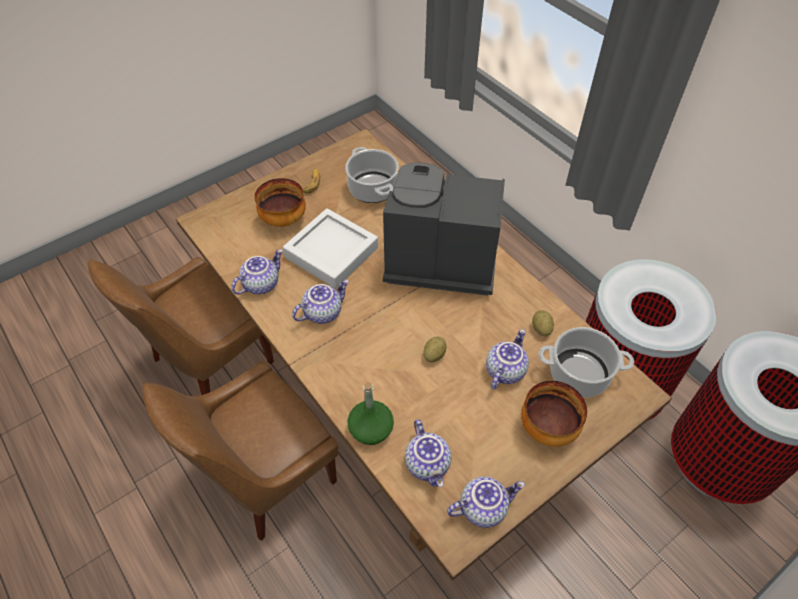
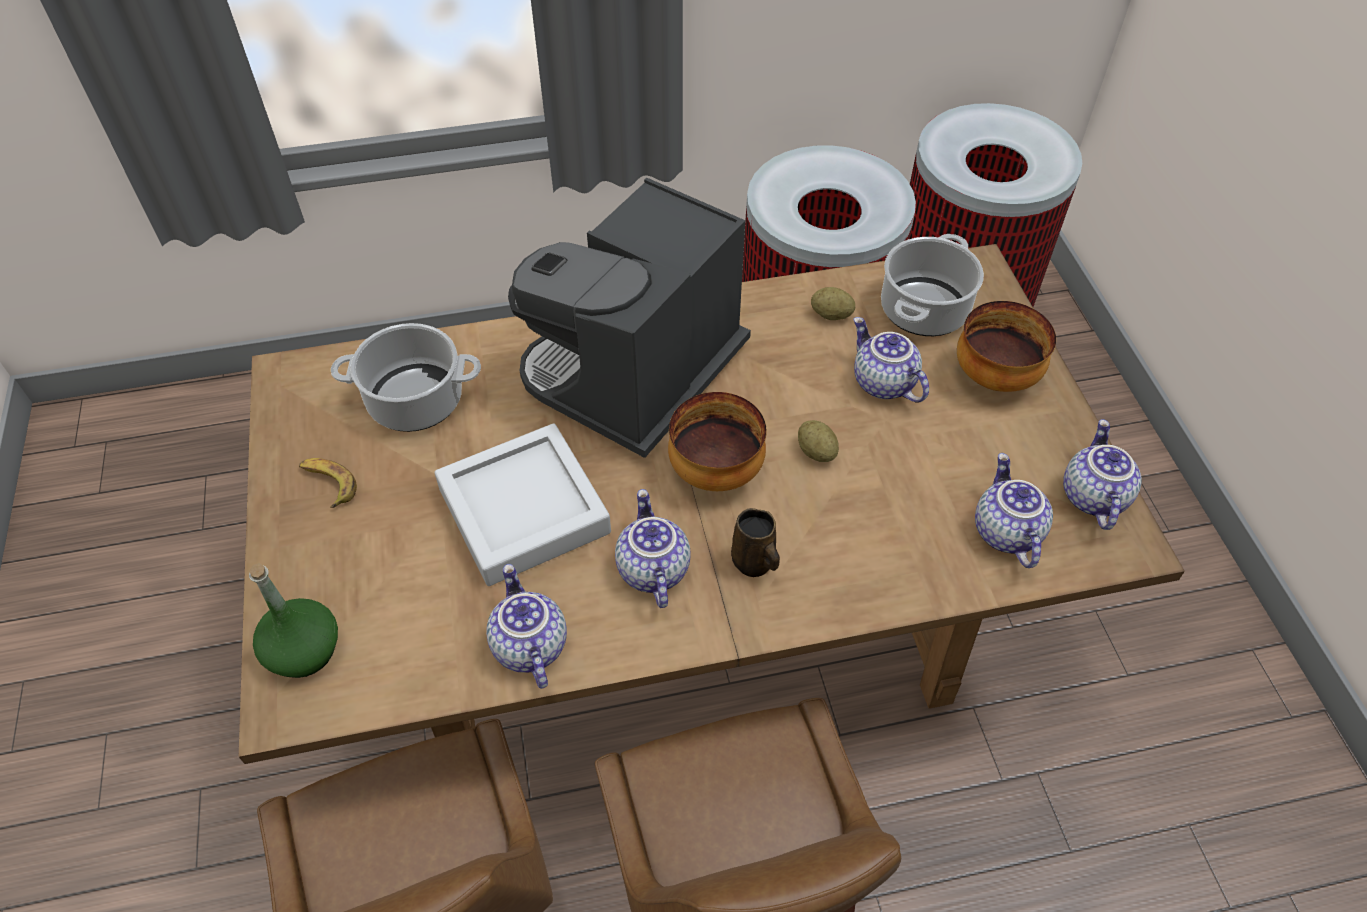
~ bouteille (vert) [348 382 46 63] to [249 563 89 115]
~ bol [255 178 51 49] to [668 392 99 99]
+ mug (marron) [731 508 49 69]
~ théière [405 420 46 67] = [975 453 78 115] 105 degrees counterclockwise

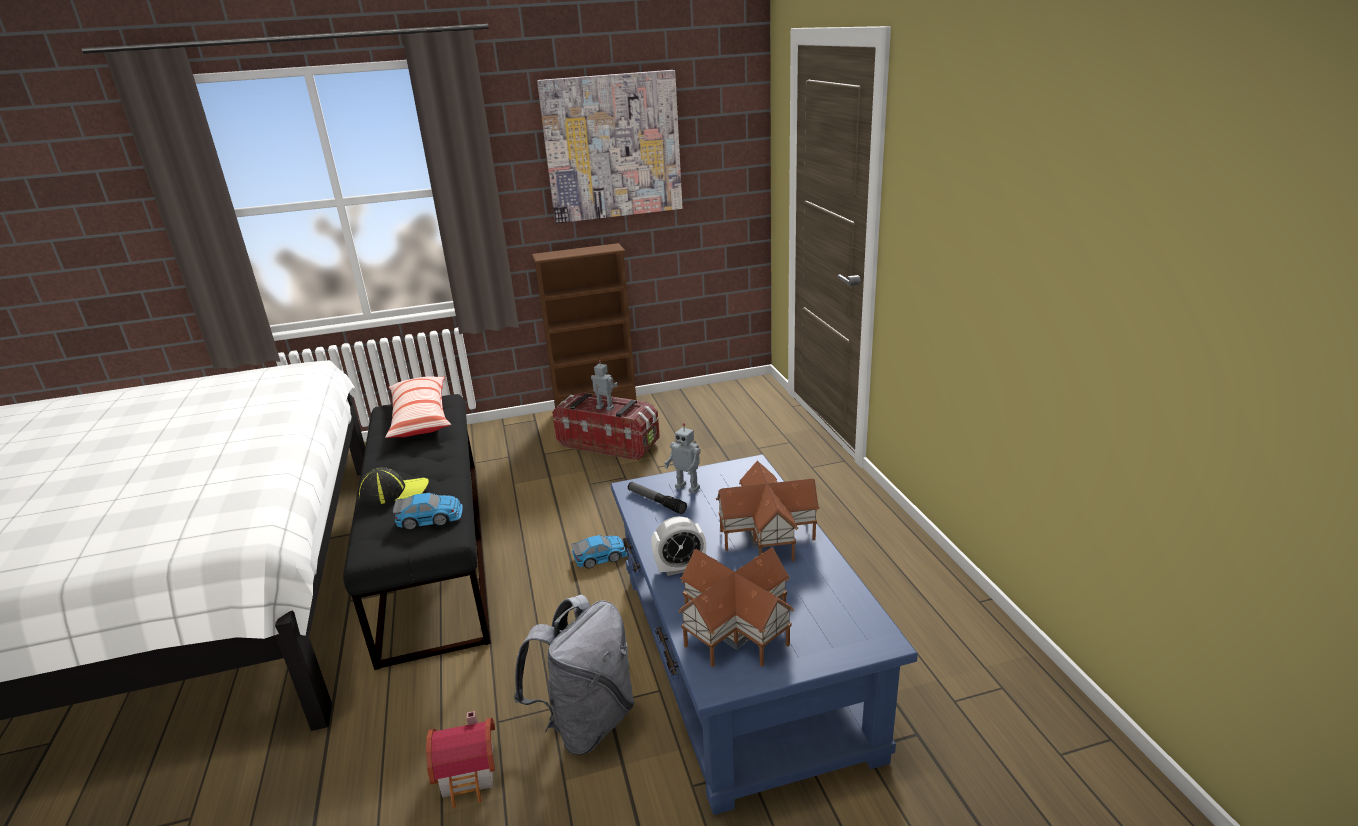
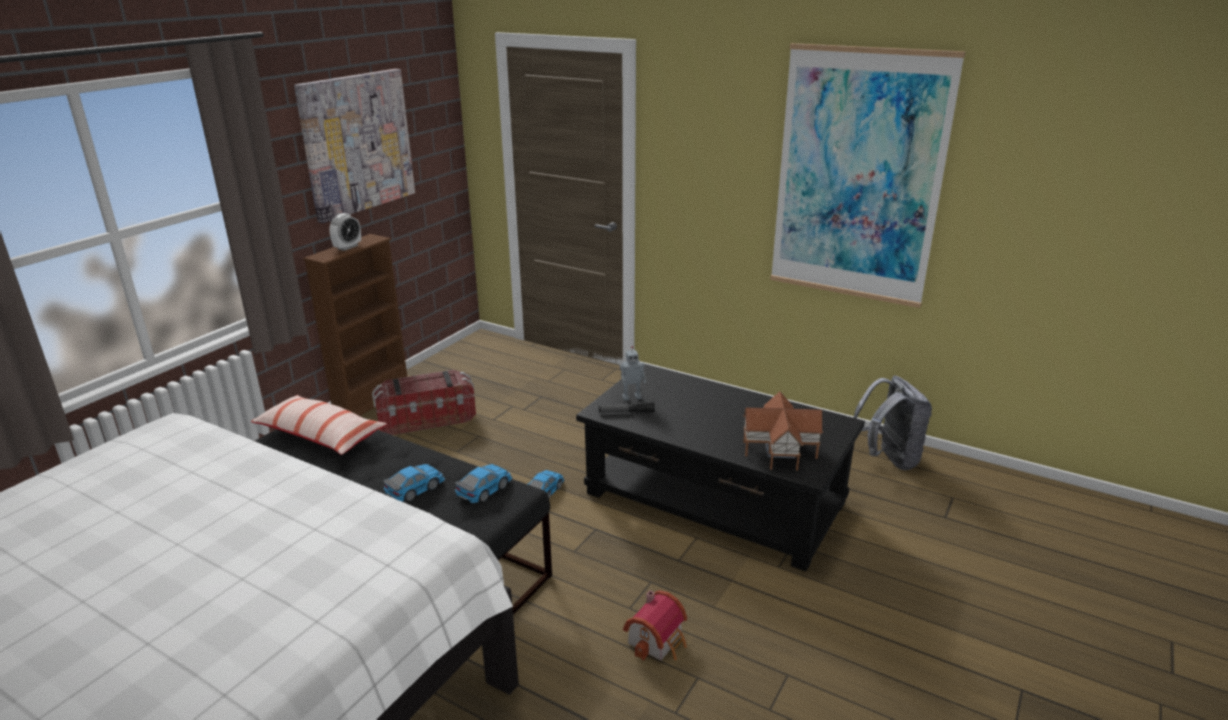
~ réveil [651 516 55 60] to [329 213 32 38]
~ casquette [359 467 70 39] to petite voiture [383 464 62 38]
~ table basse (bleu) [611 454 307 361] to table basse (noir) [576 364 289 207]
+ tableau [770 43 196 265]
~ sac à dos (gris) [514 594 121 161] to [854 376 78 94]
- robot jouet [591 360 27 51]
- maison miniature [716 461 104 100]

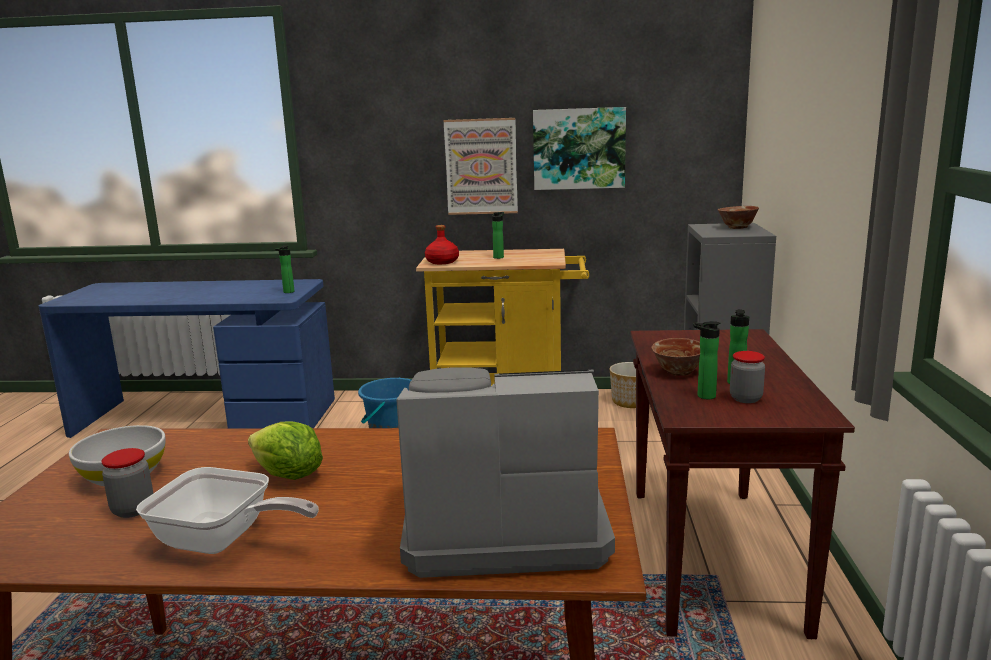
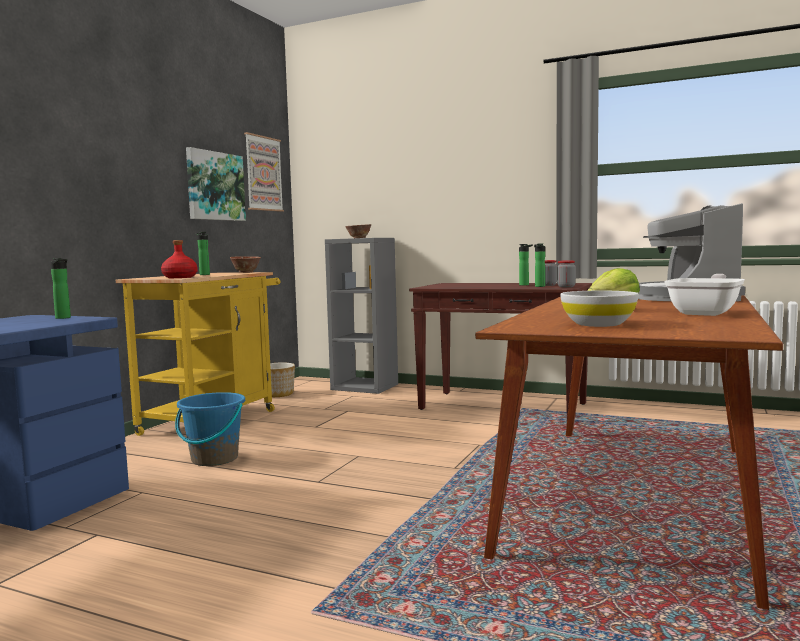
~ bol [652 338 48 38] to [230 256 31 17]
~ tableau [443 118 75 97] to [244 132 40 80]
~ bocal [102 448 51 70] to [557 260 19 27]

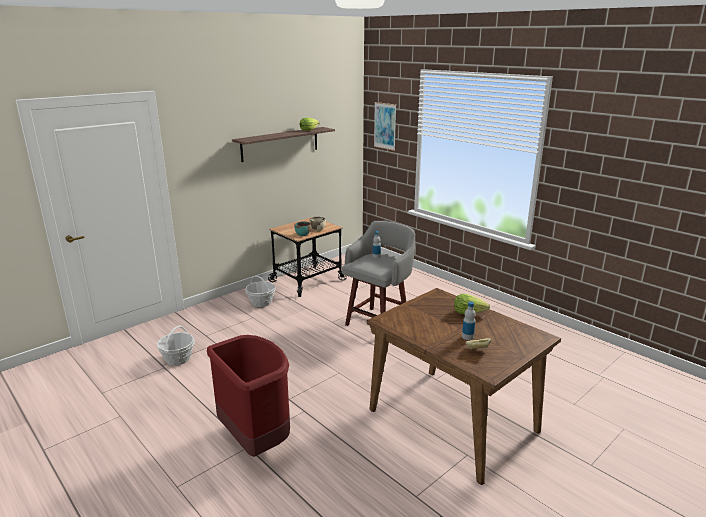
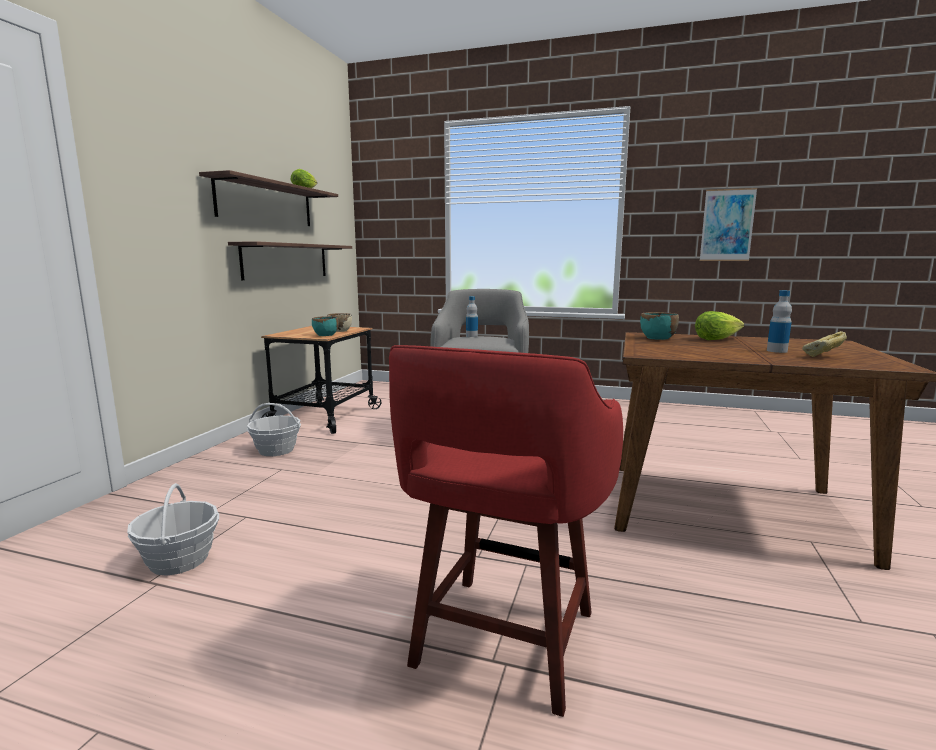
+ étagère [228 241 124 39]
~ poubelle (rouge) [207 335 83 122] to tabouret (rouge) [389 345 234 372]
+ bol (turquoise) [640 312 39 28]
~ tableau [374 102 22 49] to [700 188 57 73]

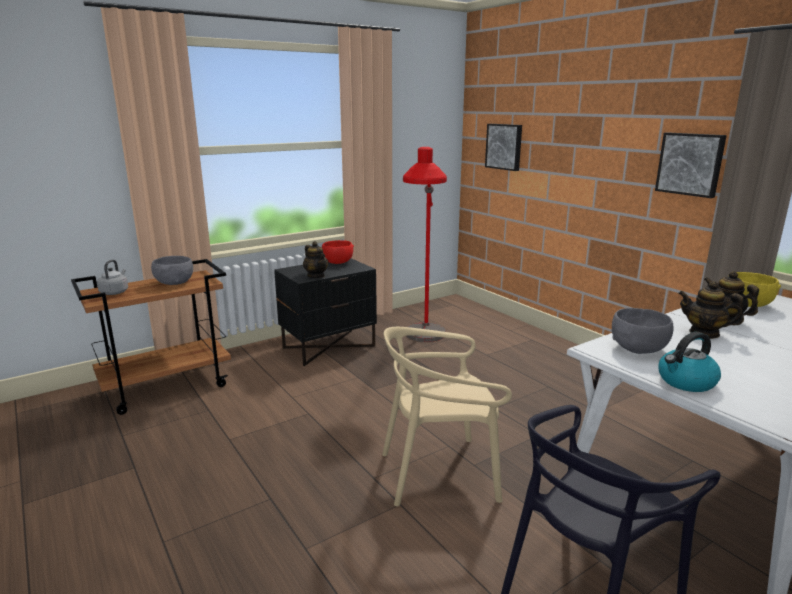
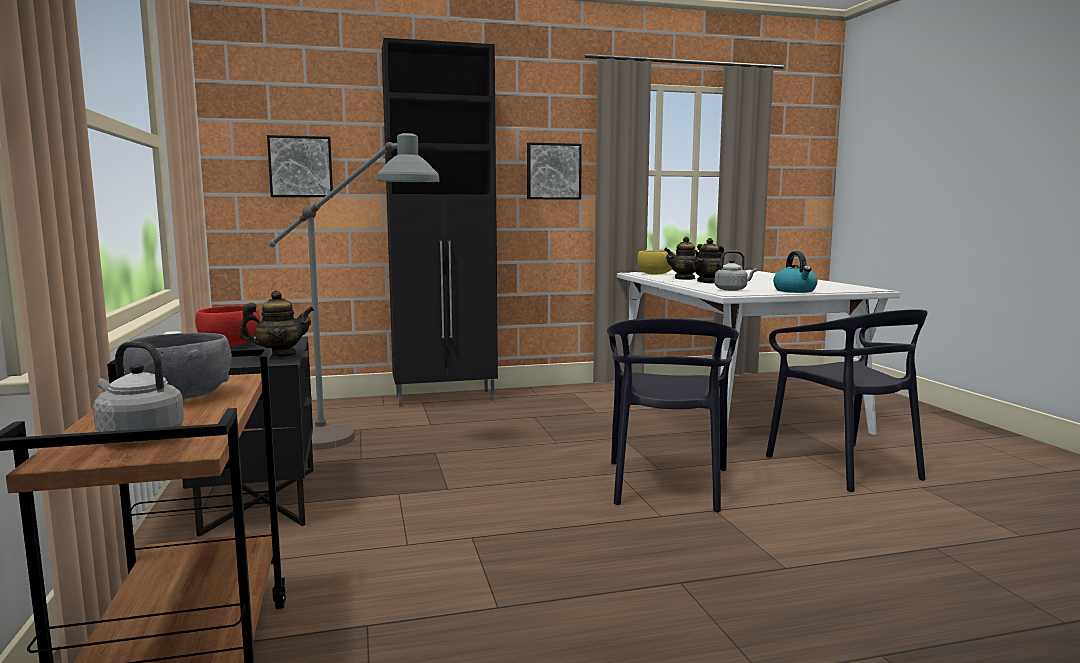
~ lampadaire (rouge) [403 147 44 195] to lampadaire (gris) [269 133 170 317]
+ meuble de rangement (noir) [382 38 116 369]
~ chaise (beige) [382 327 130 179] to chaise (noir) [607 318 132 195]
~ bol (gris) [612 308 61 46] to bouilloire (gris) [715 251 42 40]

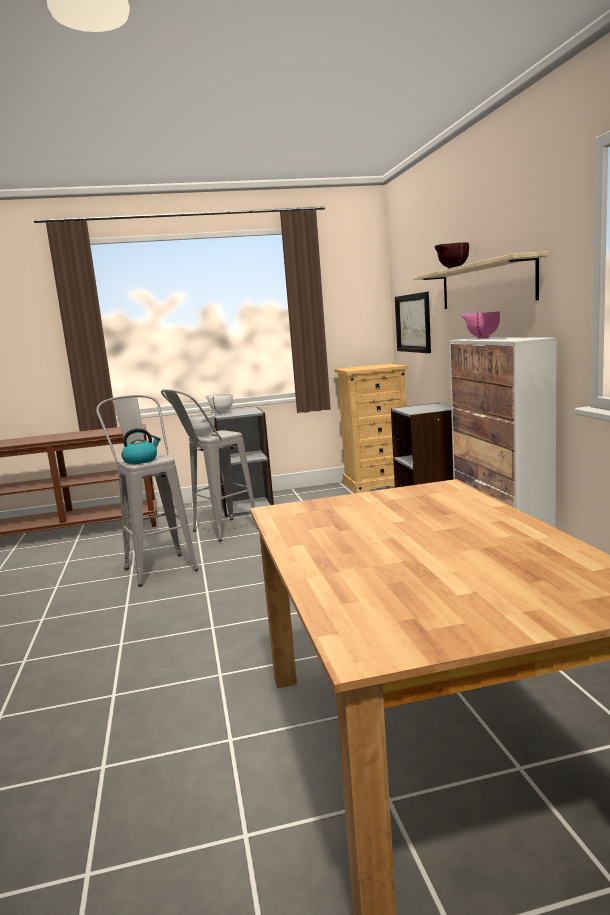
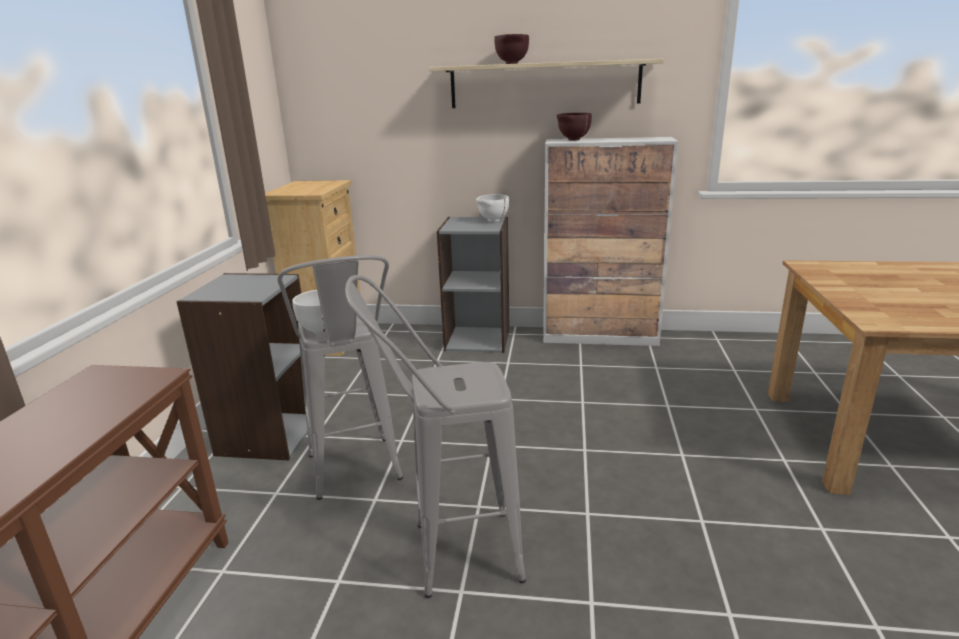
~ bol (blanc) [206 393 27 21] to [476 194 33 28]
~ bol (rose) [461 311 39 28] to bol (marron) [557 113 35 27]
- bouilloire [121 428 40 36]
- tableau [395 292 36 61]

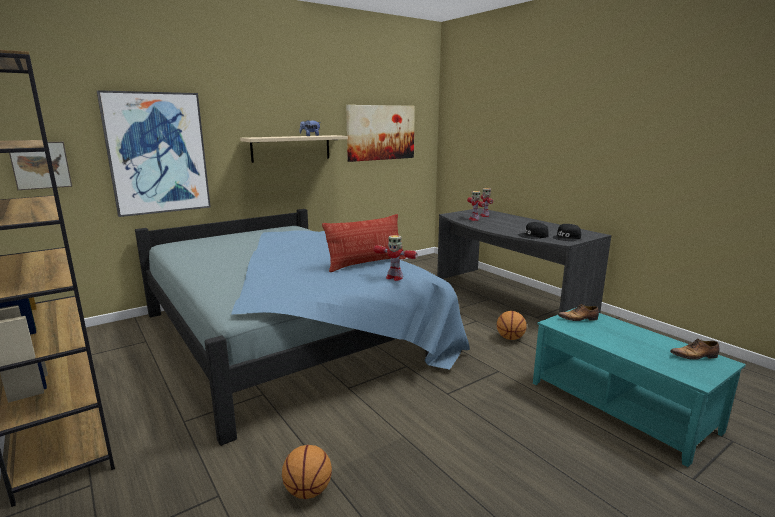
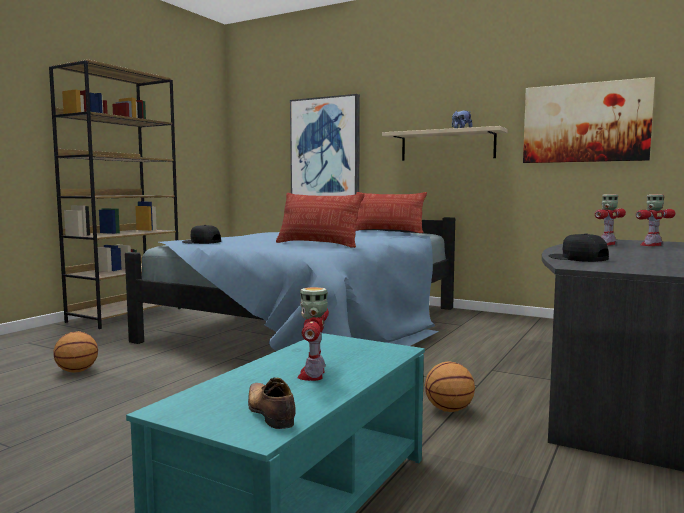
~ casquette (noir) [553 224 28 17] to [182 225 39 19]
~ robot jouet [373 235 44 46] to [297 287 32 94]
+ coussin [355 192 72 41]
- tableau [9 142 63 48]
- chaussure [558 304 41 17]

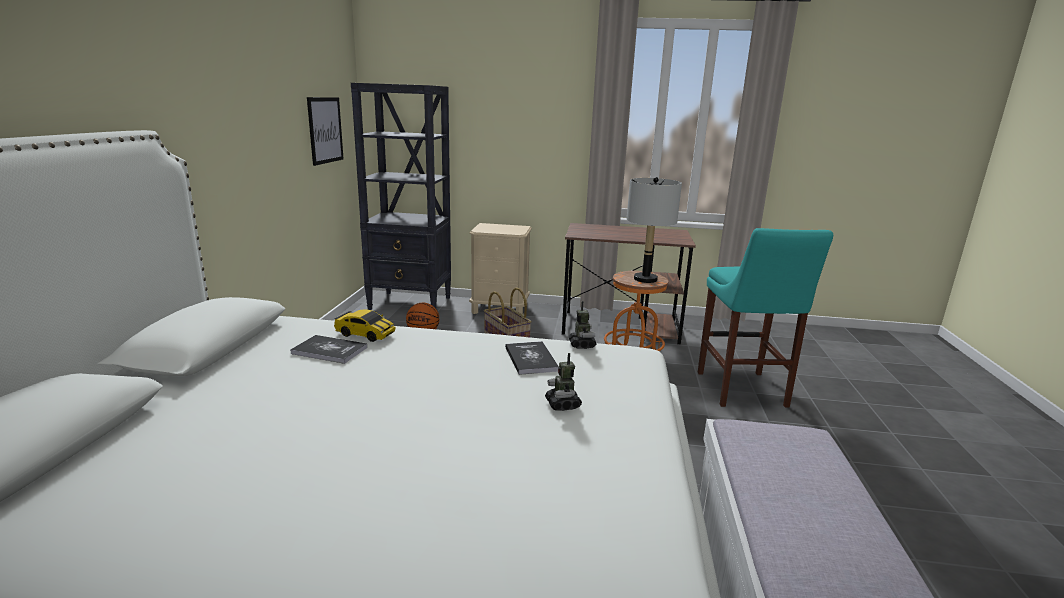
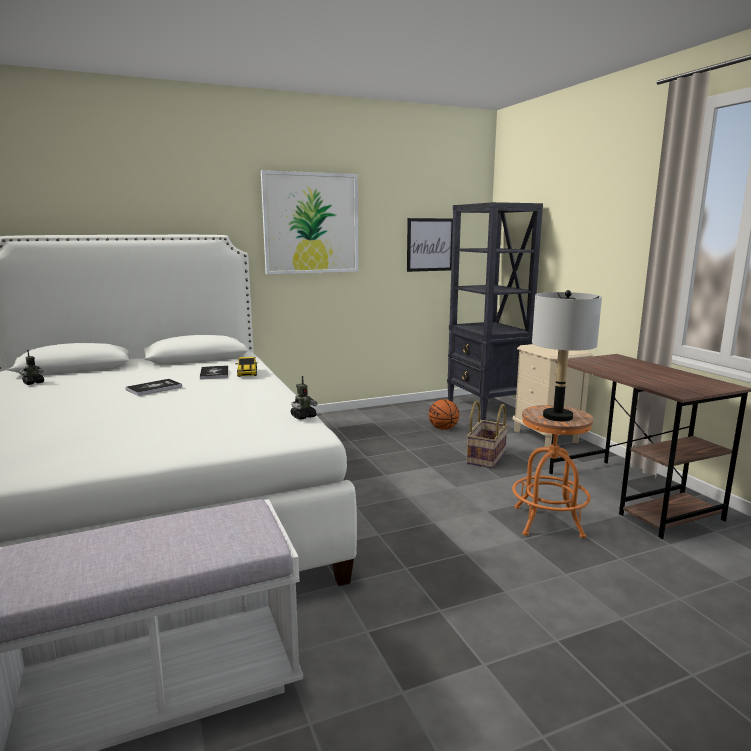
~ robot jouet [545 353 37 58] to [19 350 25 35]
~ livre [505 341 54 34] to [126 379 56 17]
+ tableau [261 170 98 104]
- tabouret (turquoise) [698 228 135 179]

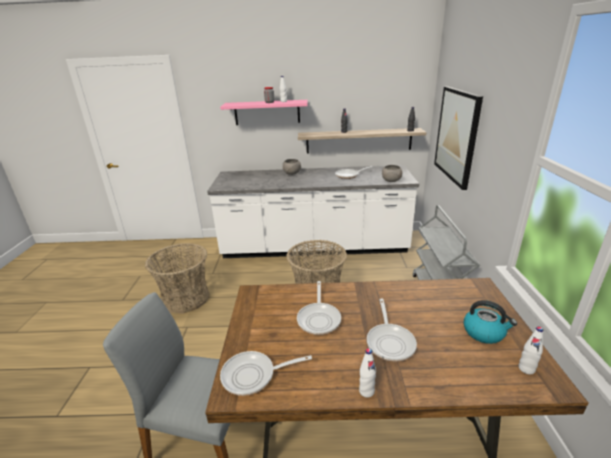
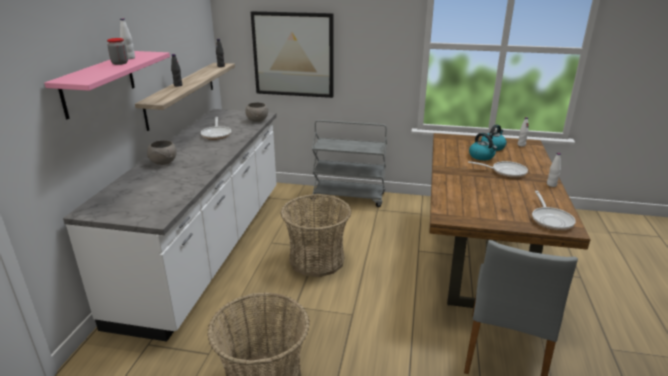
+ bouilloire [469 133 28 27]
- poêle [297 281 44 54]

